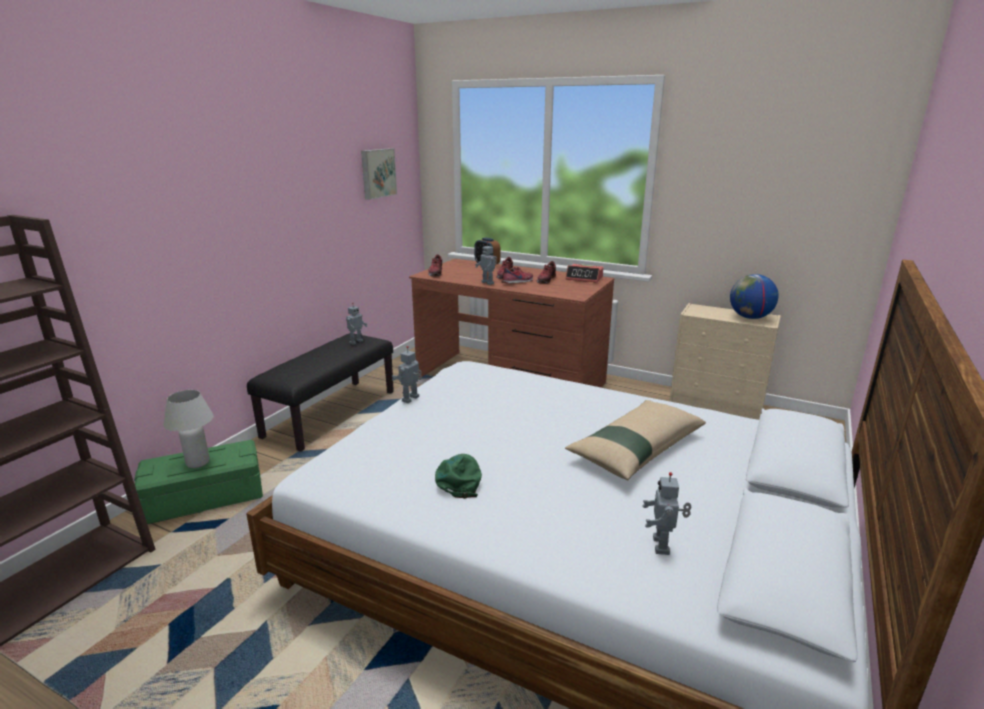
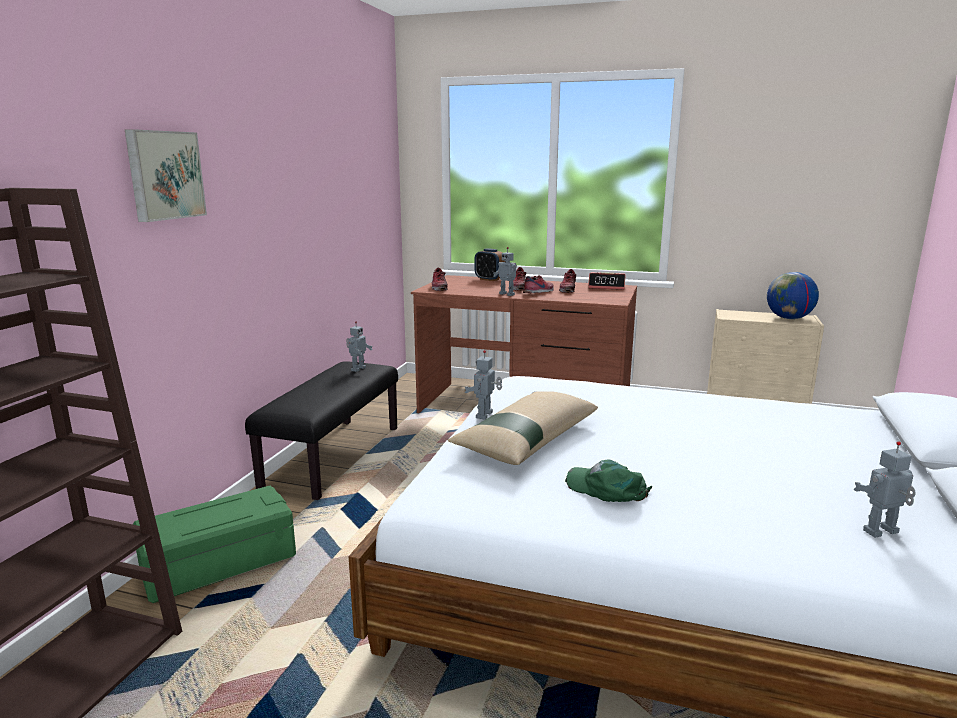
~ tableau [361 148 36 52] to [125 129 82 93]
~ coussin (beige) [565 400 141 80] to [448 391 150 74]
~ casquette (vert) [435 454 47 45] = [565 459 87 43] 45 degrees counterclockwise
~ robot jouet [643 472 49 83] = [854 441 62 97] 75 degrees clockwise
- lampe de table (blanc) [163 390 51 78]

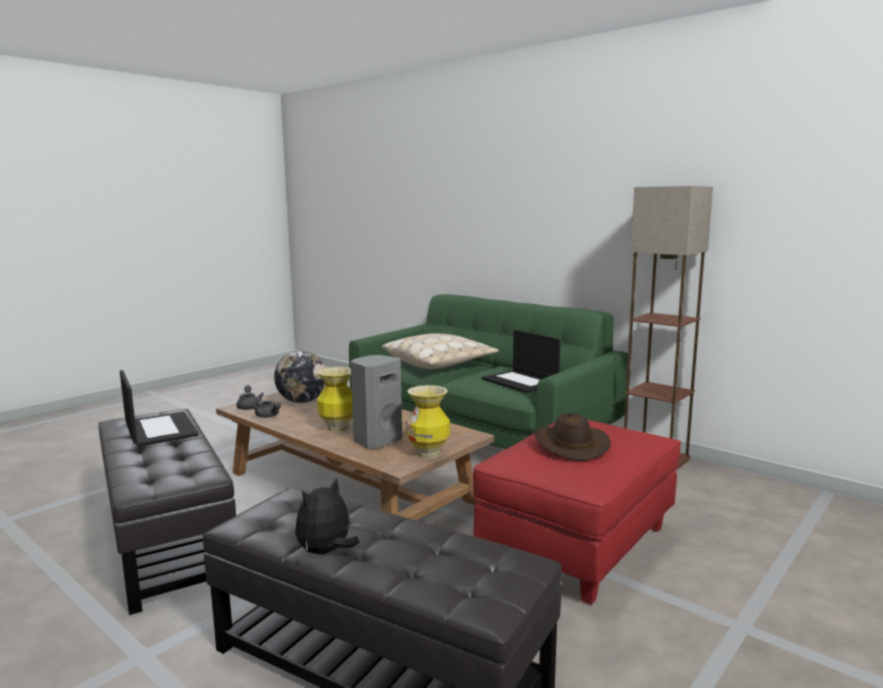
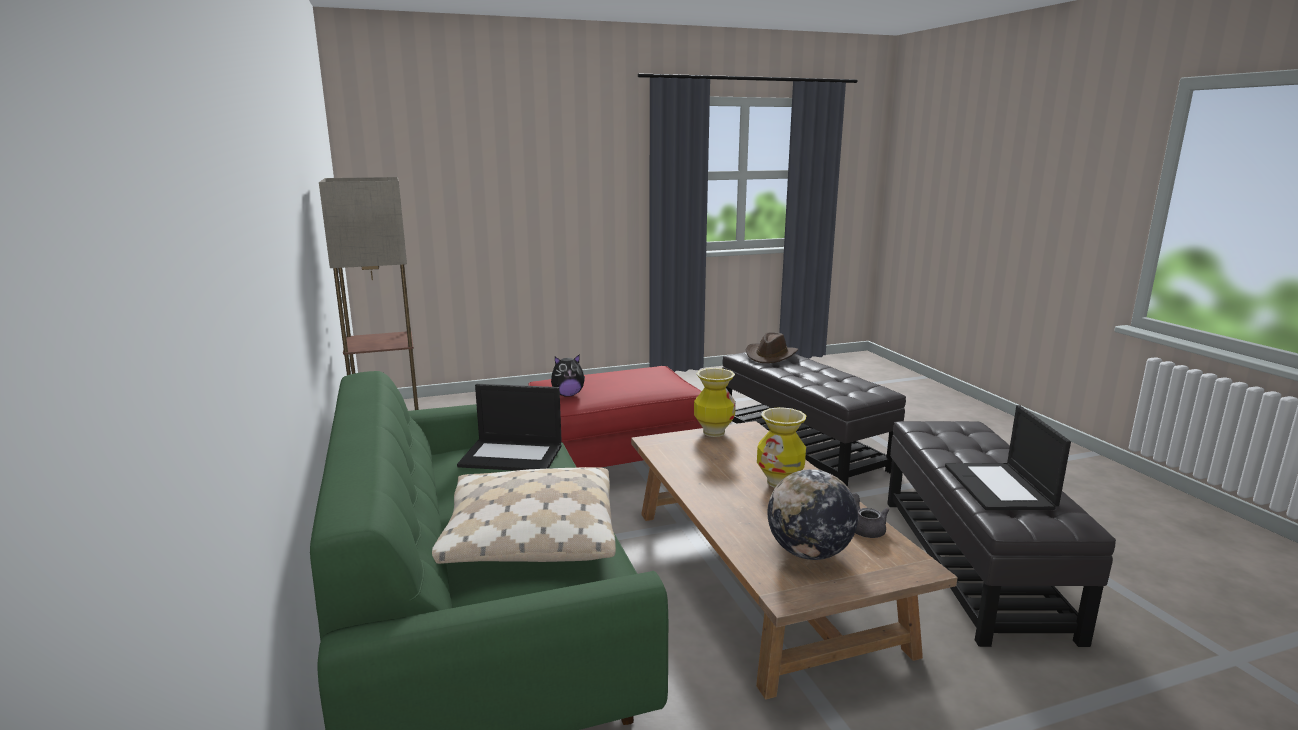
~ ordinateur portable [482 330 78 63] = [457 384 105 87] 105 degrees clockwise
~ peluche [295 477 64 77] to [551 354 34 43]
~ chapeau (marron) [534 413 77 48] to [746 332 52 31]
- théière (gris) [236 385 28 25]
- enceinte (gris) [351 355 51 94]

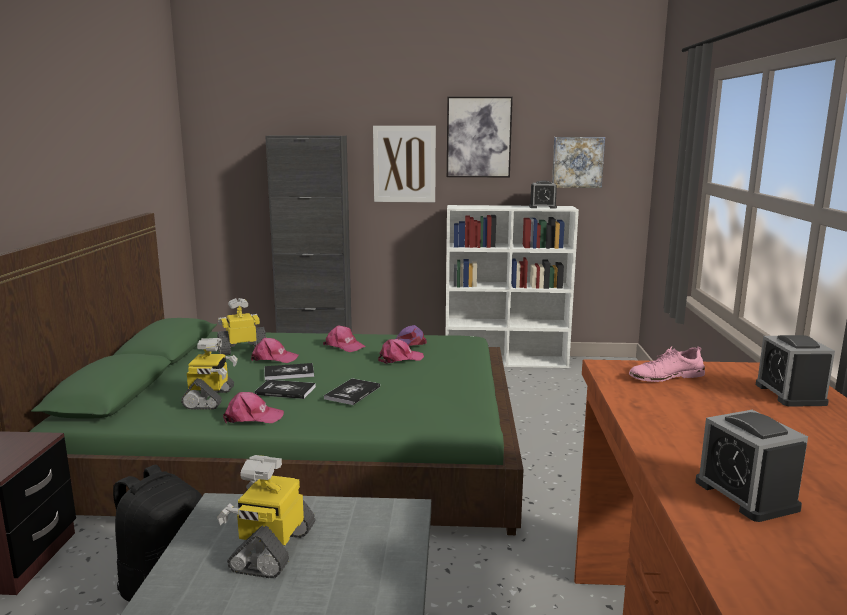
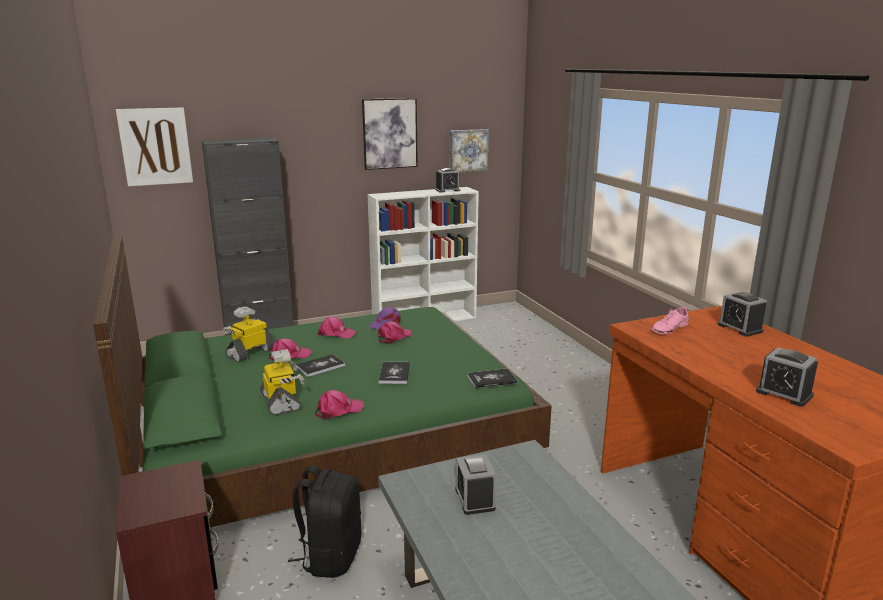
~ tableau [373 126 63 76] to [116 107 77 79]
~ robot jouet [217 455 98 123] to réveil [455 454 41 61]
~ livre [255 380 61 19] to [467 368 50 20]

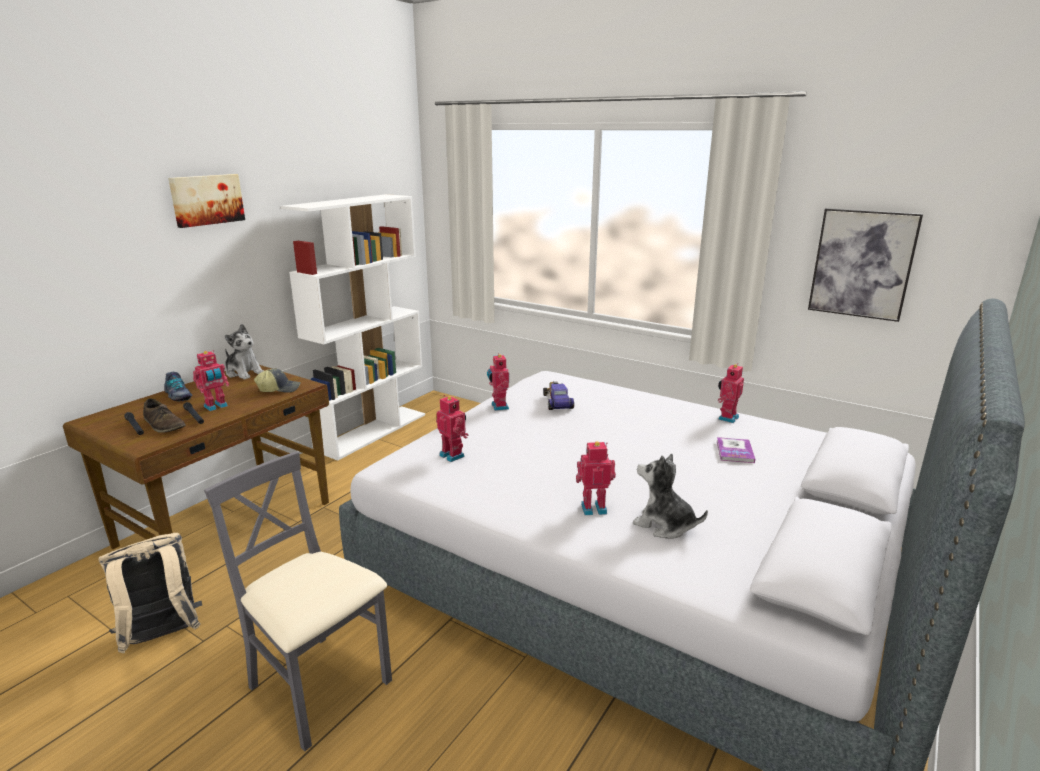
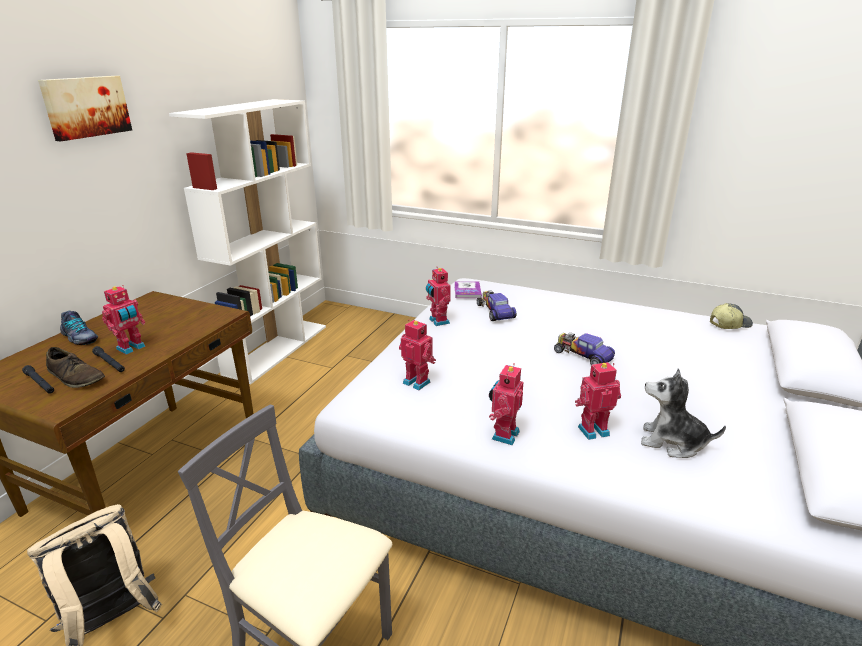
~ livre [717 437 38 26] to [454 281 28 17]
~ robot jouet [718 363 26 60] to [489 363 34 82]
+ petite voiture [554 332 61 33]
~ casquette [254 369 47 24] to [710 303 43 26]
- peluche [225 324 39 56]
- tableau [808 208 115 114]

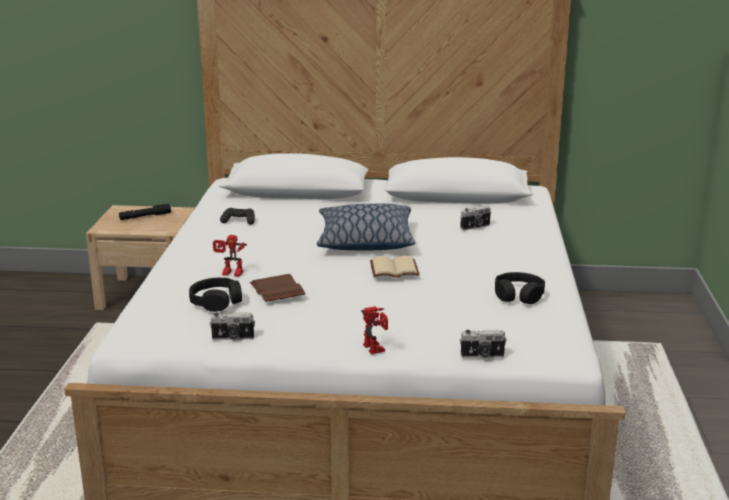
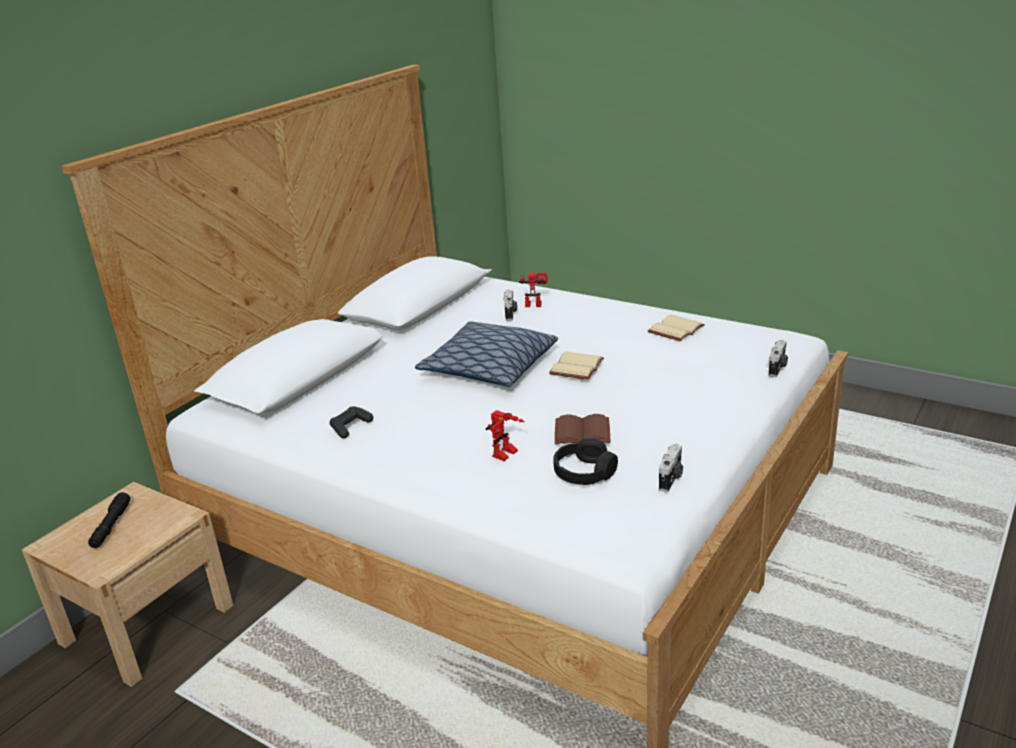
~ robot jouet [361 306 27 48] to [519 272 29 35]
~ casque audio (noir) [495 272 50 32] to livre (beige) [648 315 57 26]

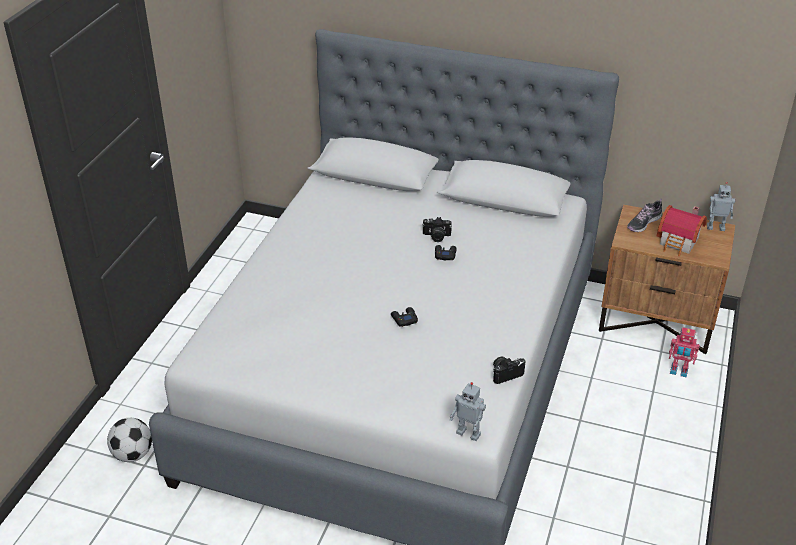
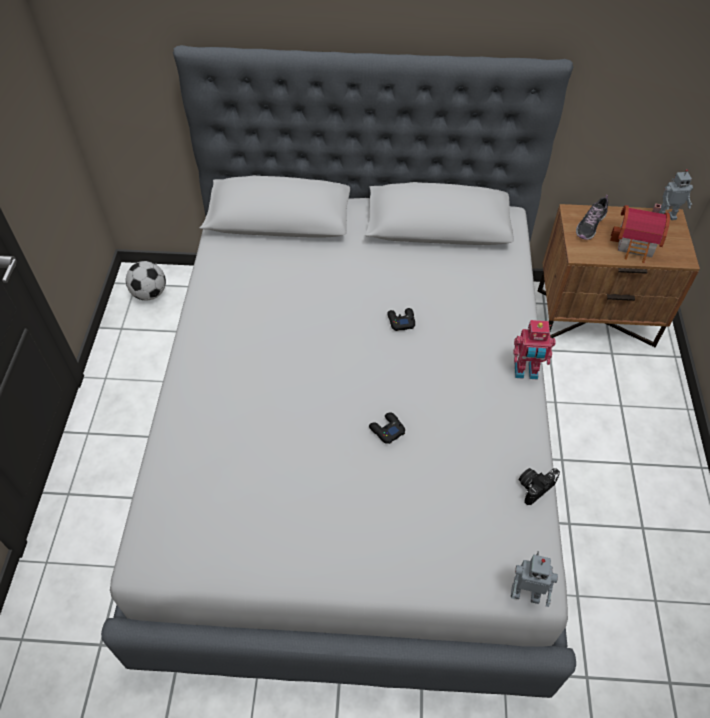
~ ballon de foot [107 418 45 44] to [126 261 40 40]
~ robot jouet [669 327 31 51] to [513 320 43 59]
- appareil photo [422 217 30 25]

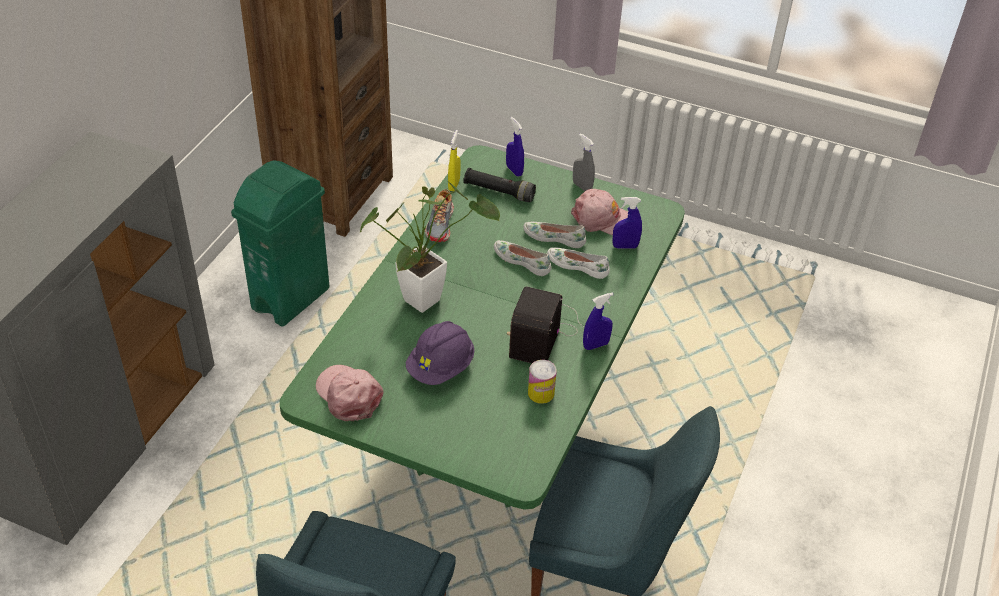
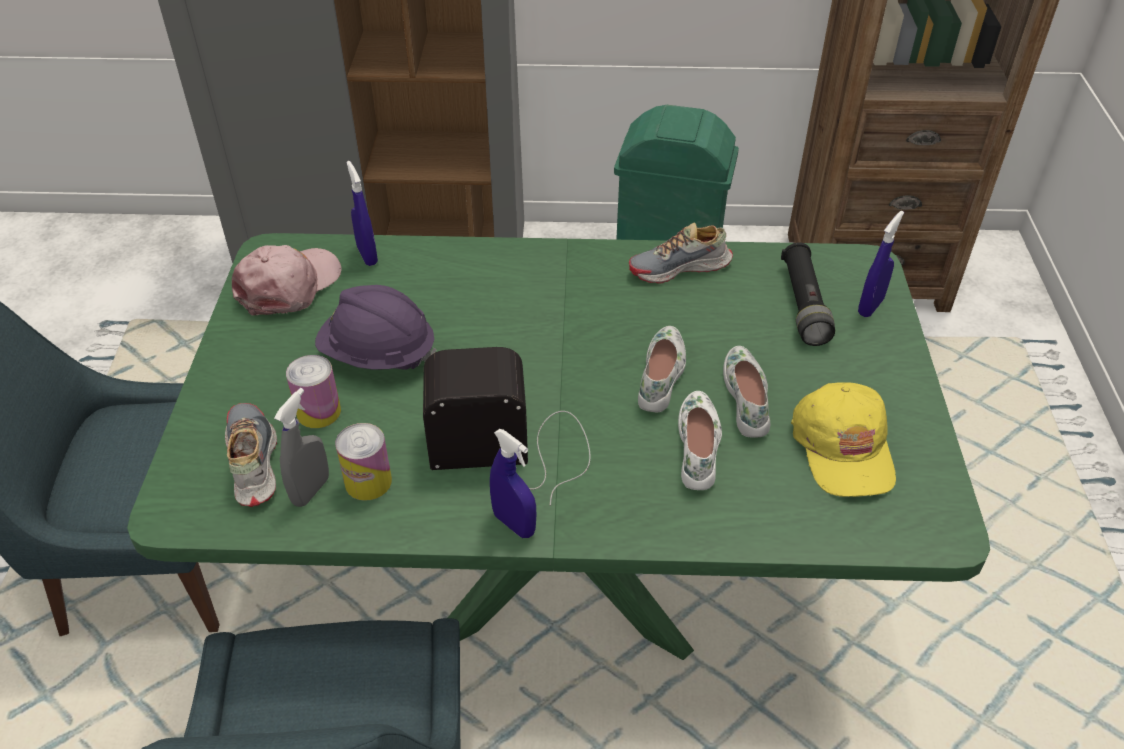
+ chaussure [225 403 52 104]
~ vaporisateur (gris) [573 133 22 58] to [274 388 55 119]
+ boîte métallique [286 355 55 73]
~ vaporisateur (bleu) [613 197 29 52] to [346 161 32 105]
~ casquette (rose) [571 189 57 46] to casquette (jaune) [791 382 105 115]
- plante en pot [359 180 141 133]
- vaporisateur (jaune) [448 130 12 61]

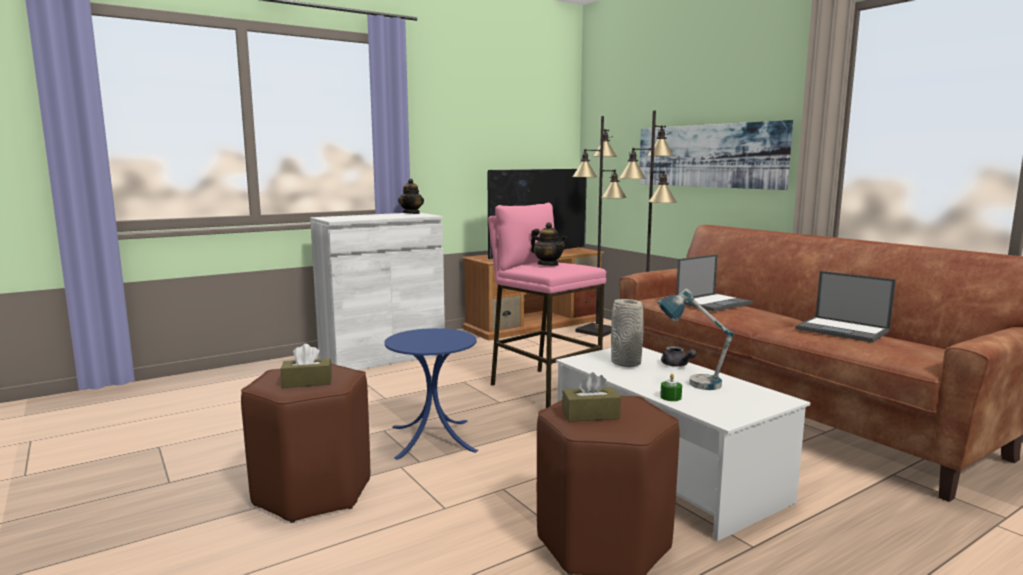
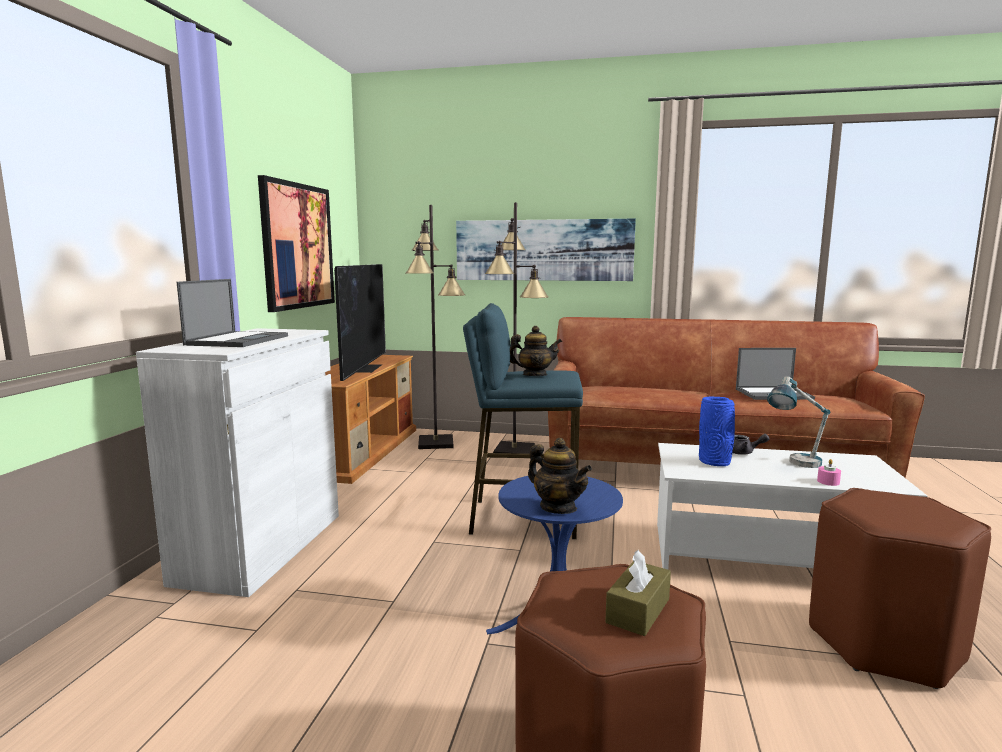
~ ordinateur portable [676 254 77 58] to [177 279 111 68]
+ tableau [258 175 77 137]
~ tabouret (rose) [488 203 118 205] to tabouret (bleu) [463 303 120 236]
~ théière [398 179 26 35] to [528 438 64 76]
~ vase (gris) [611 299 33 68] to vase (bleu) [699 396 36 70]
~ bougie (vert) [660 374 22 27] to bougie (rose) [817 459 24 27]
- boîte à mouchoirs (marron) [562 372 59 50]

